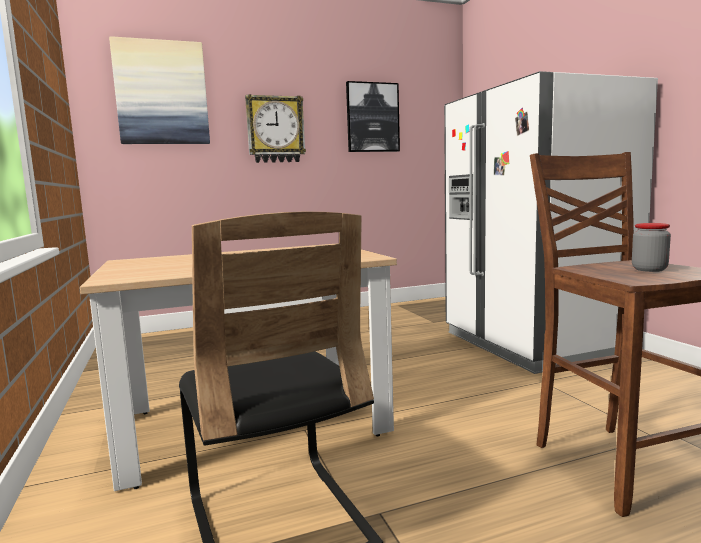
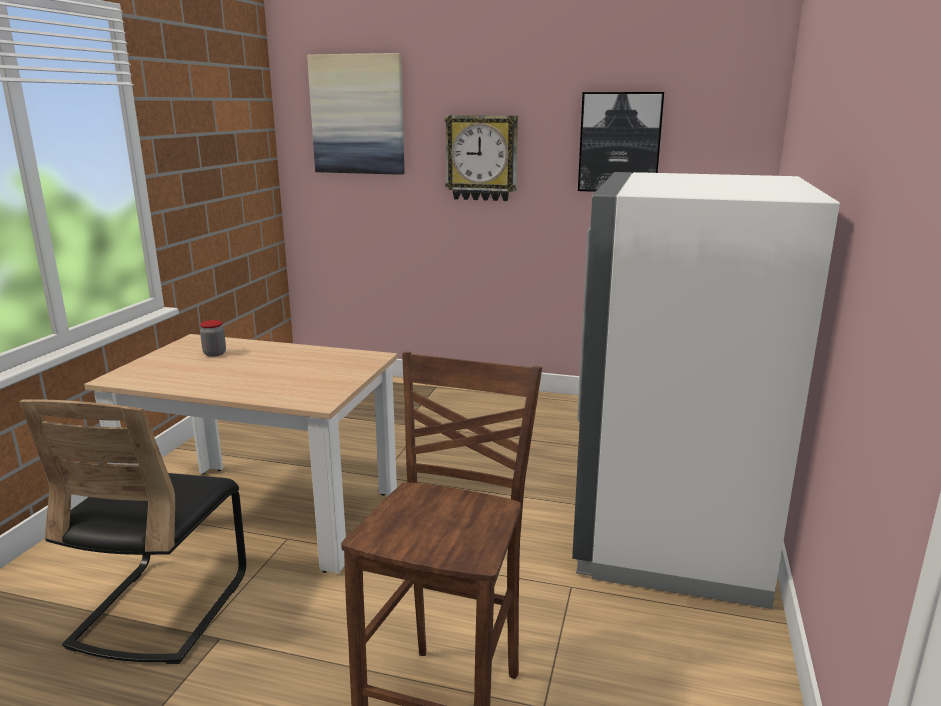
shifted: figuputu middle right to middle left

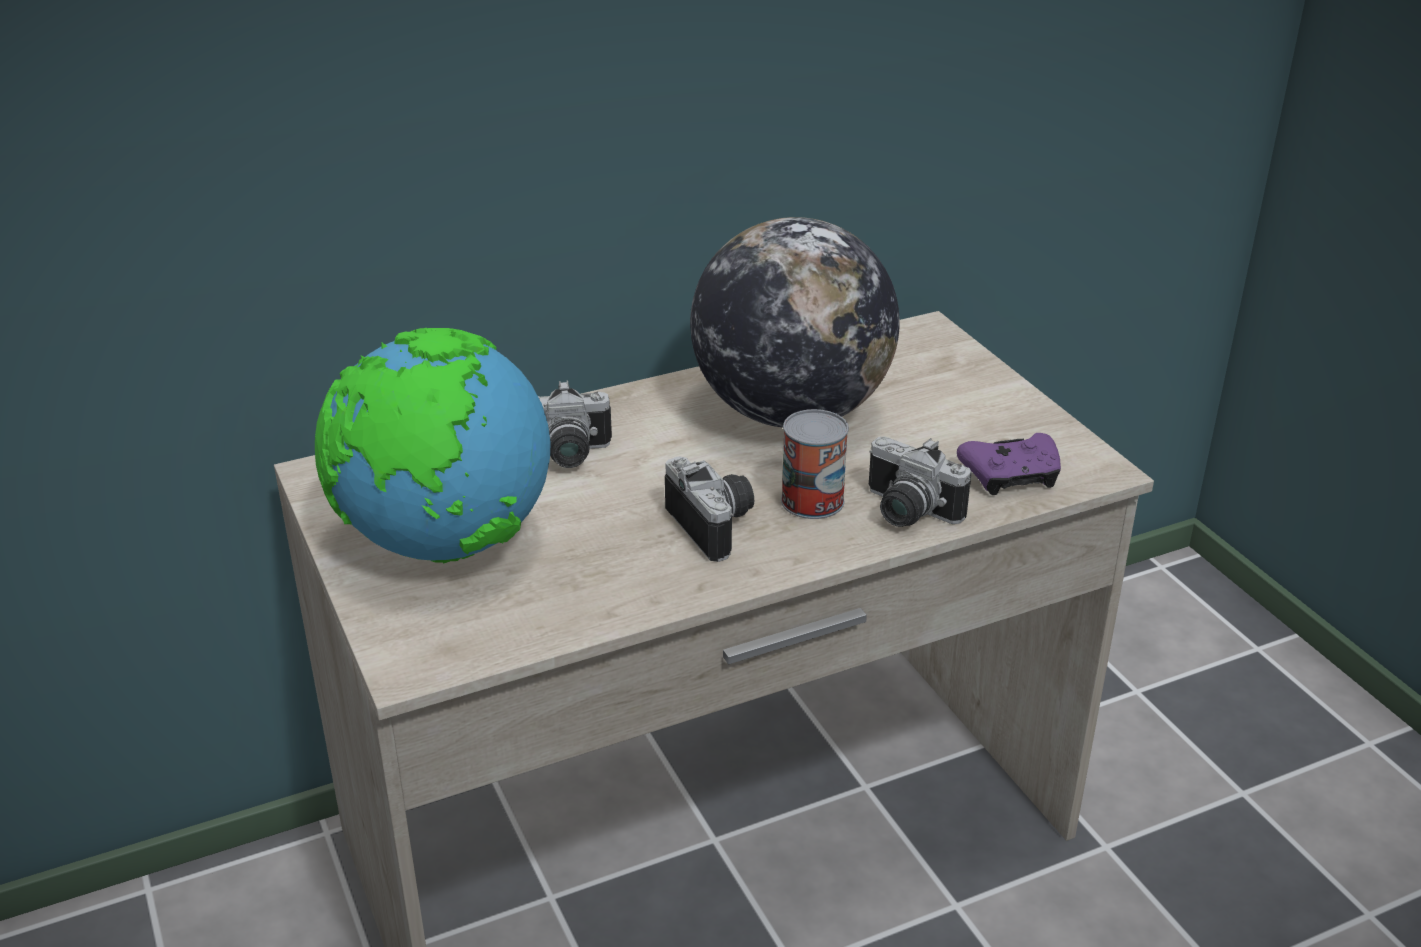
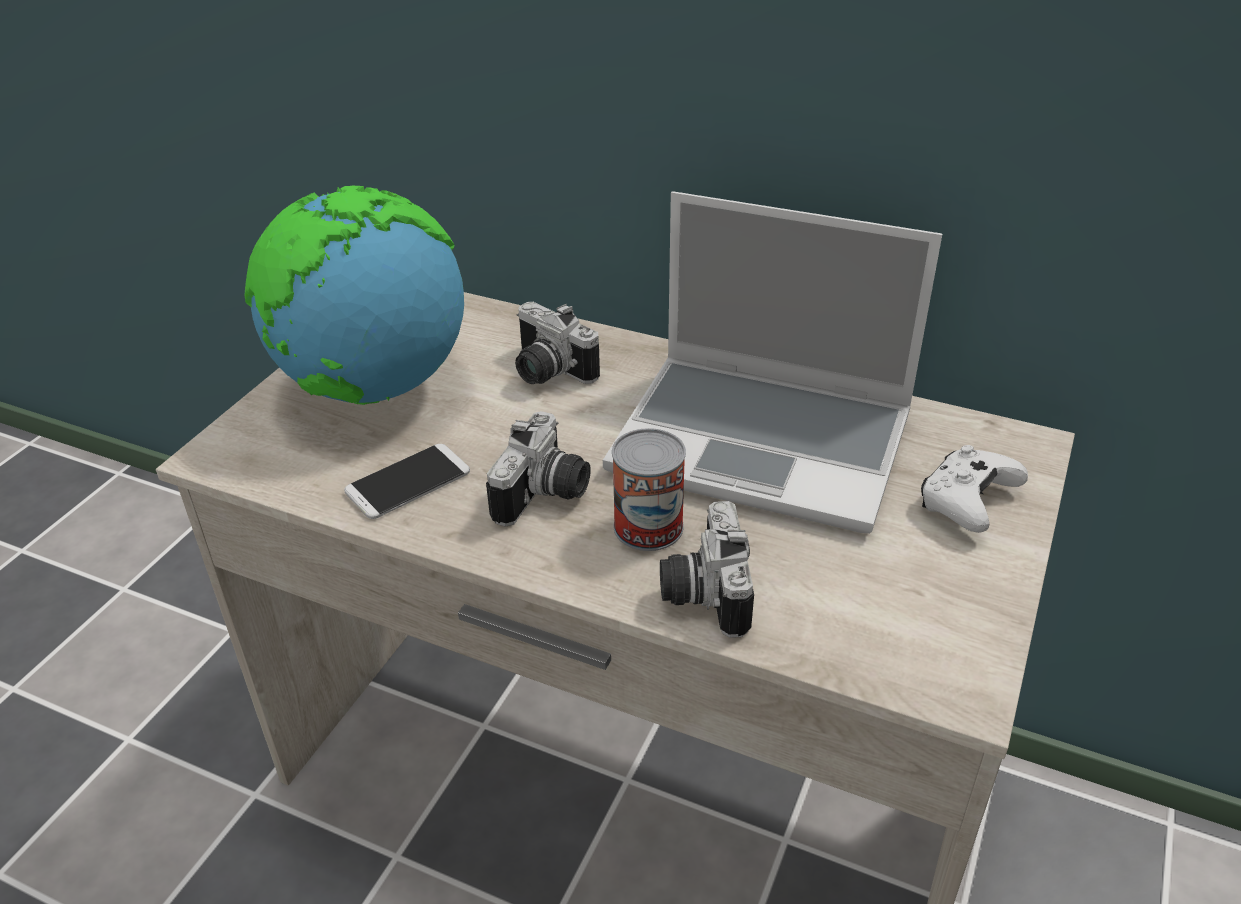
gone: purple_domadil middle right
new: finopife middle left; white_domadil middle right
swapped: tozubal (no. 2 from left) centre to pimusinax centre

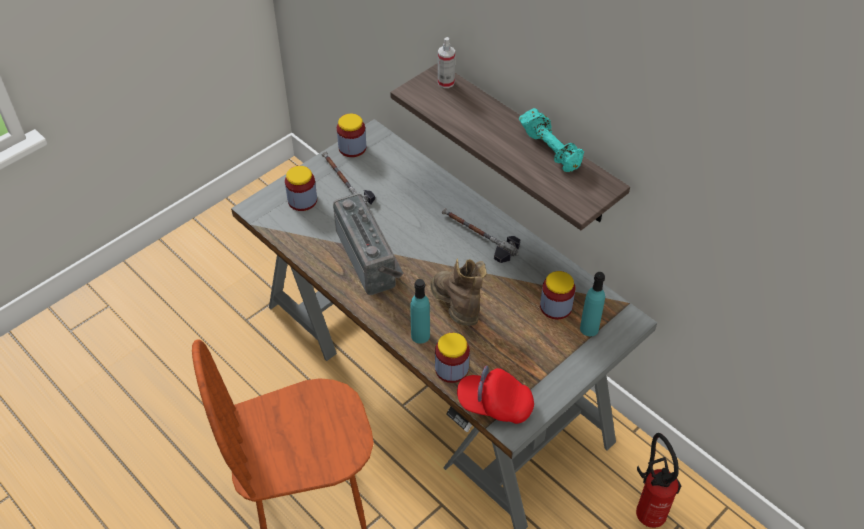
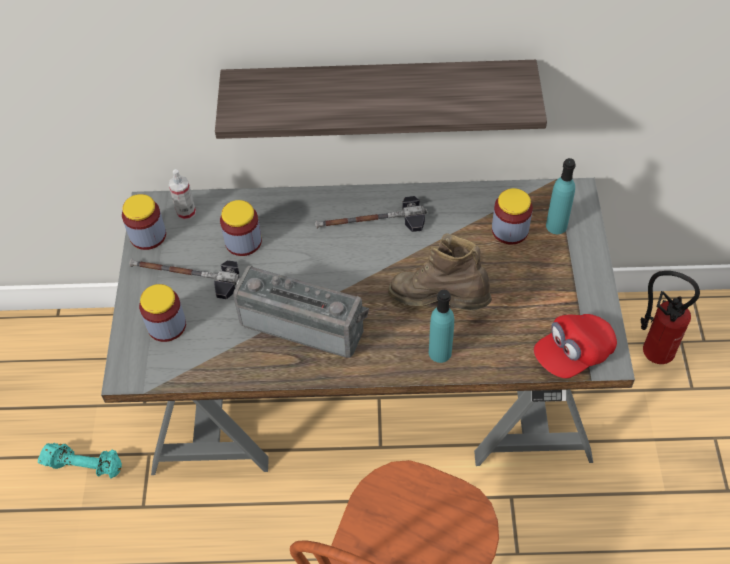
shifted: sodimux top centre to middle left; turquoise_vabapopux top centre to bottom left; figuputu (no. 3 from left) bottom centre to middle left

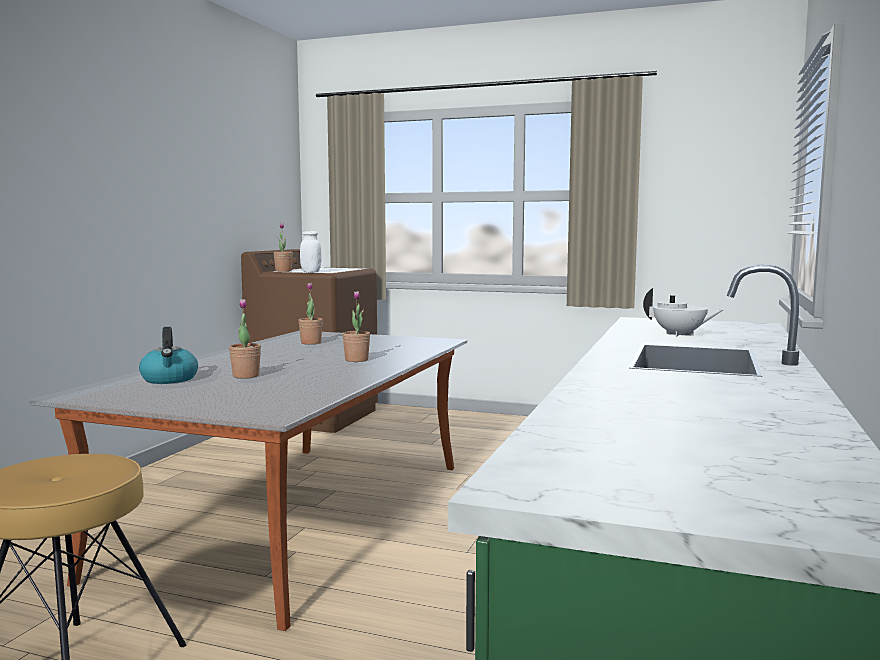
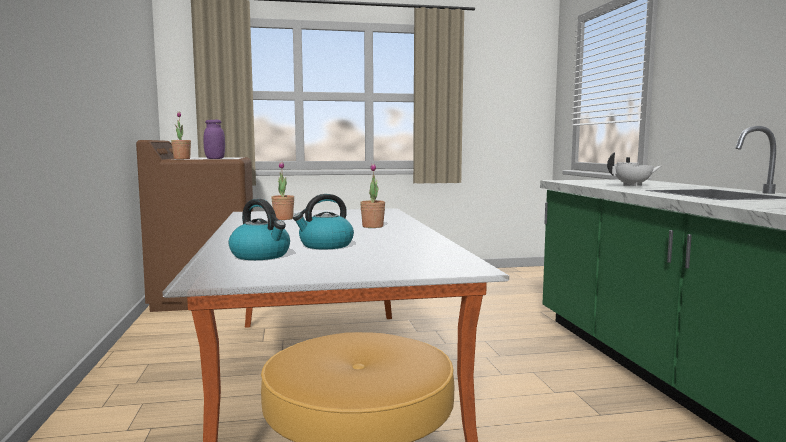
swapped: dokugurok (no. 1 from left) middle left to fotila (no. 2 from left) centre
repainted: white_figuputu centre to purple_figuputu top left

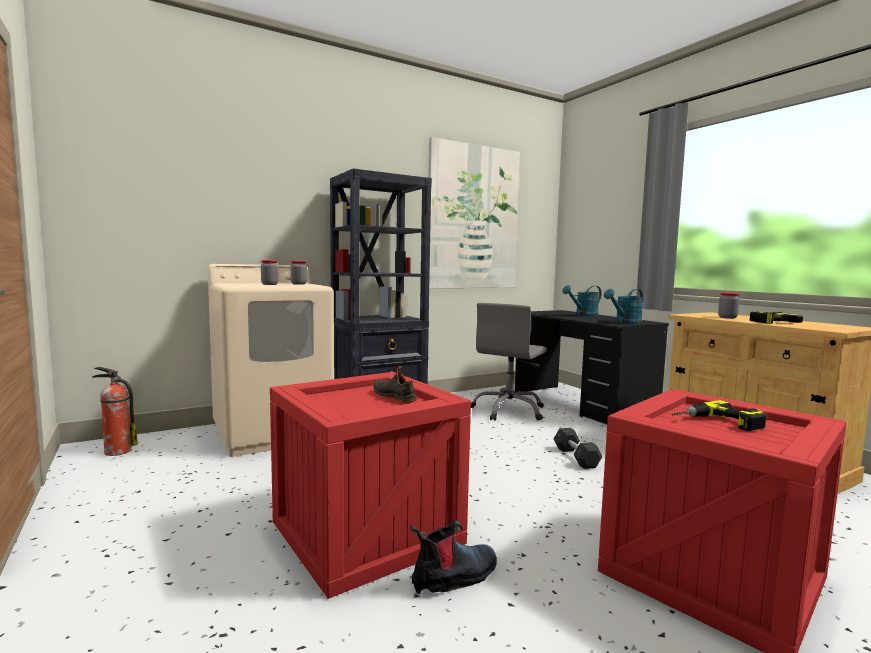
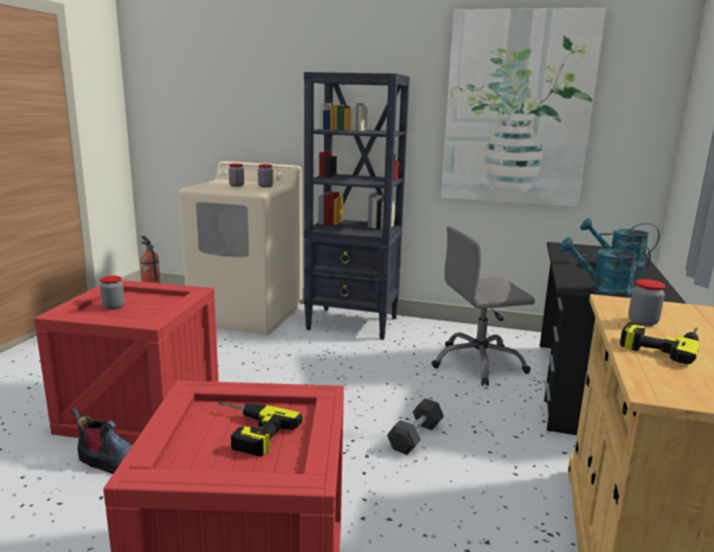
gone: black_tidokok centre
new: figuputu (no. 1 from left) middle left

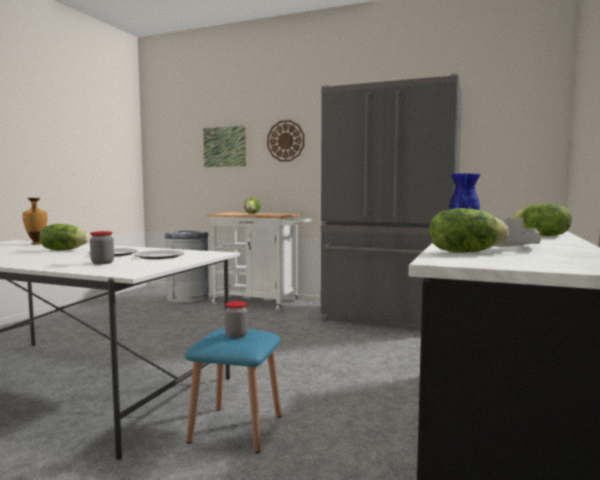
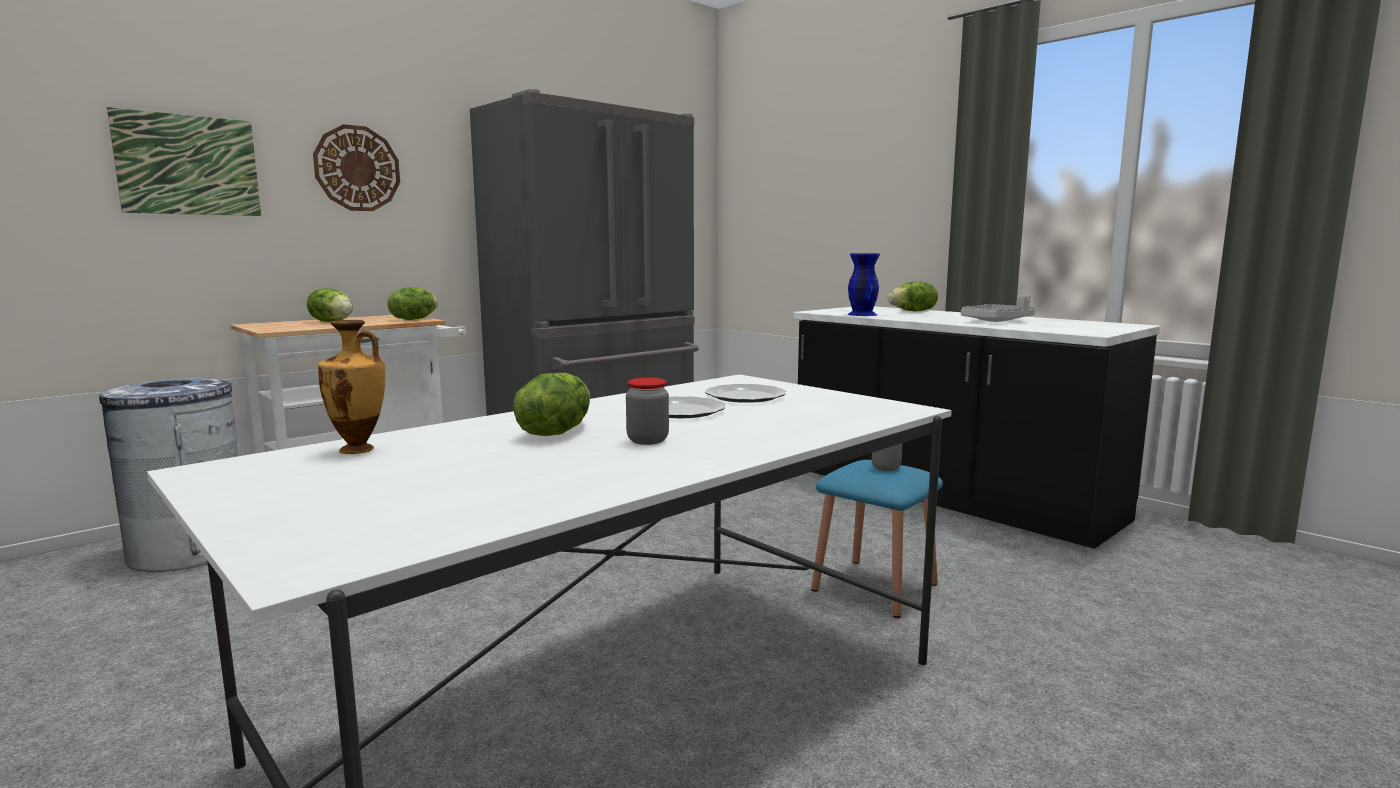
shifted: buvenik (no. 3 from left in the first image) middle right to buvenik (no. 2 from left) middle left; figuputu (no. 1 from left) middle left to centre

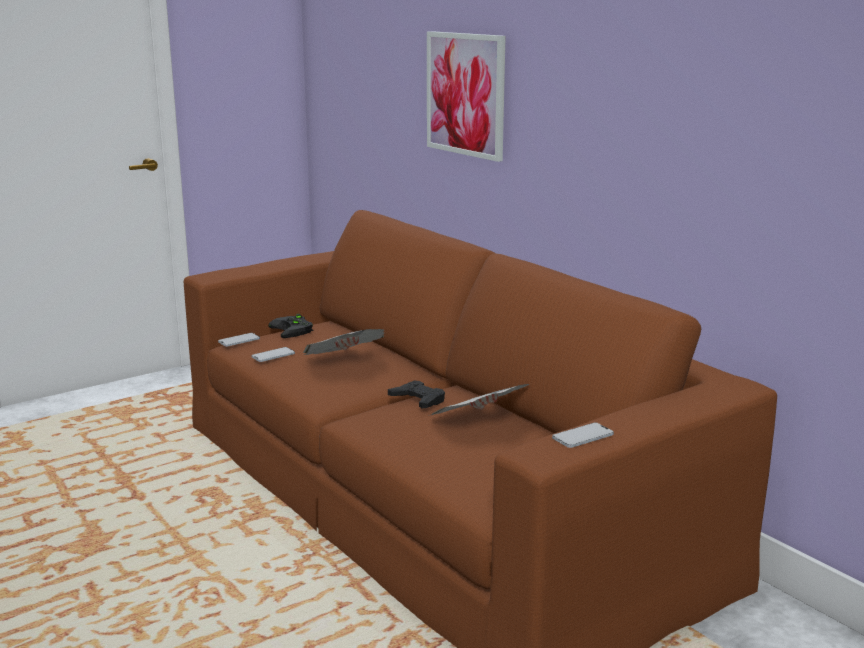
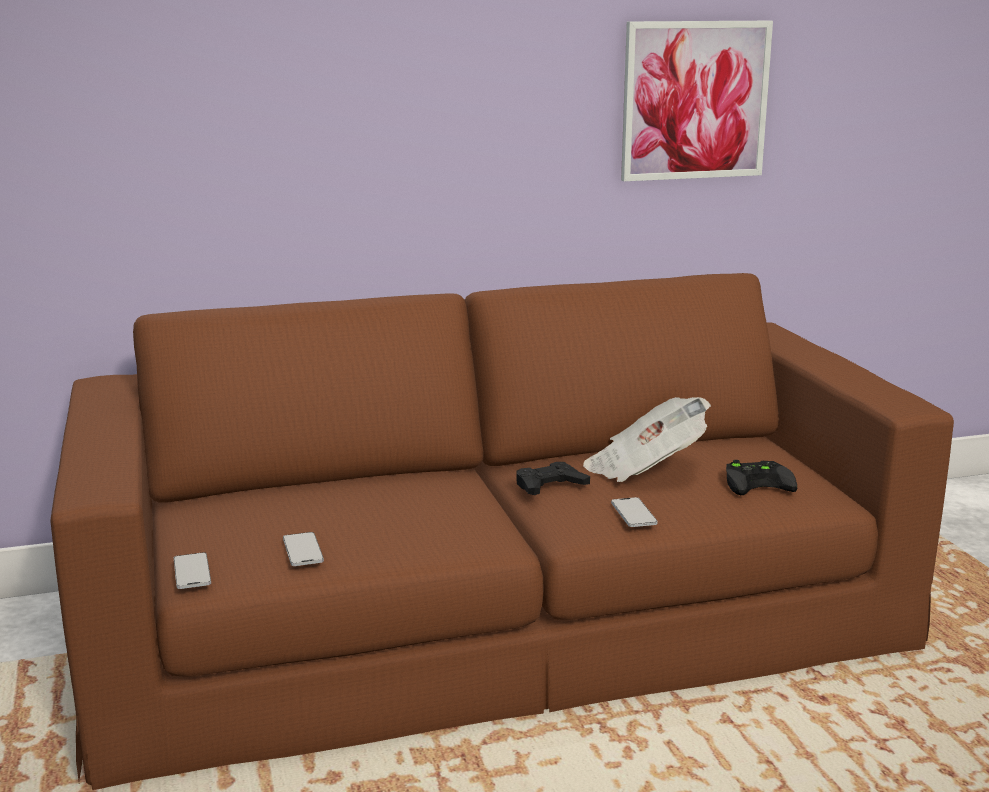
gone: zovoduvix (no. 1 from left) centre
shifted: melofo top centre to top right; black_domadil (no. 1 from left in the first image) centre to black_domadil (no. 2 from left) middle right; finopife (no. 3 from left) bottom right to centre

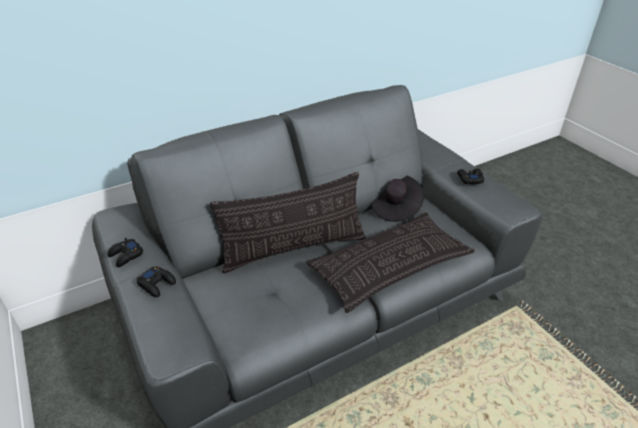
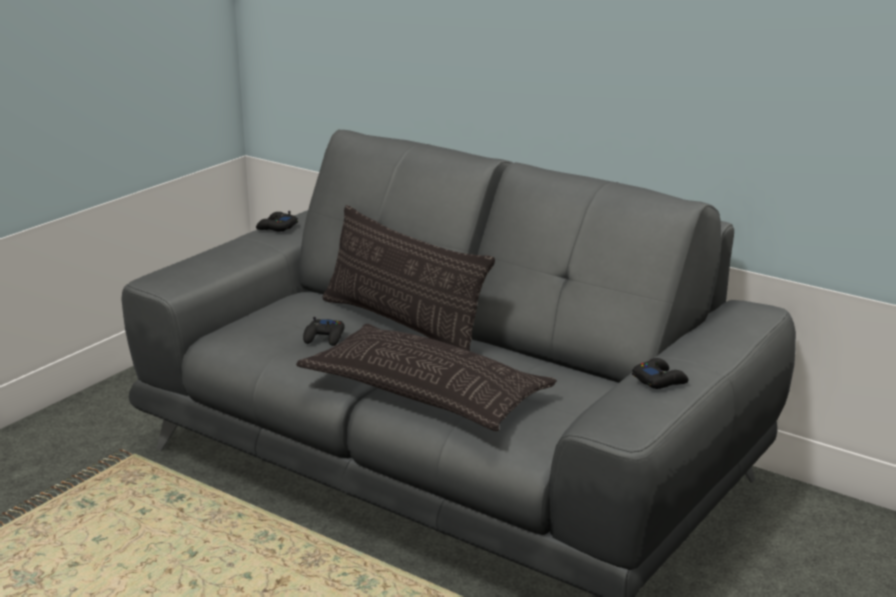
gone: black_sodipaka centre
shifted: black_domadil (no. 2 from left) middle left to centre

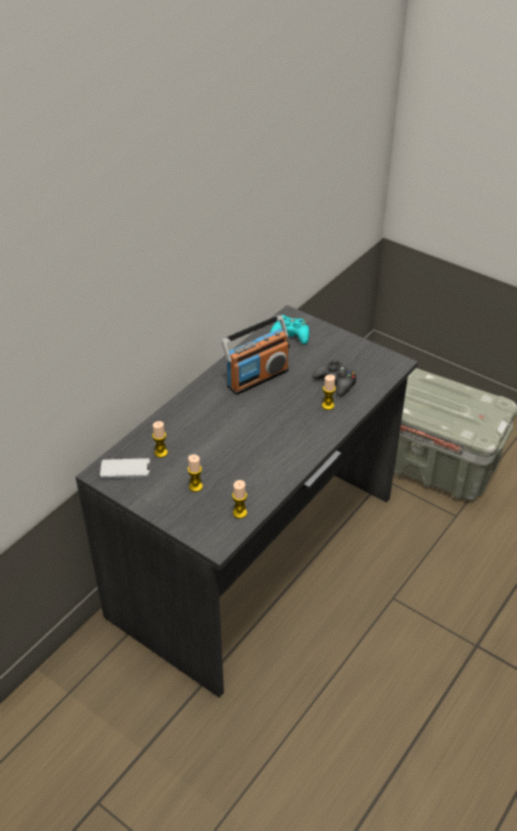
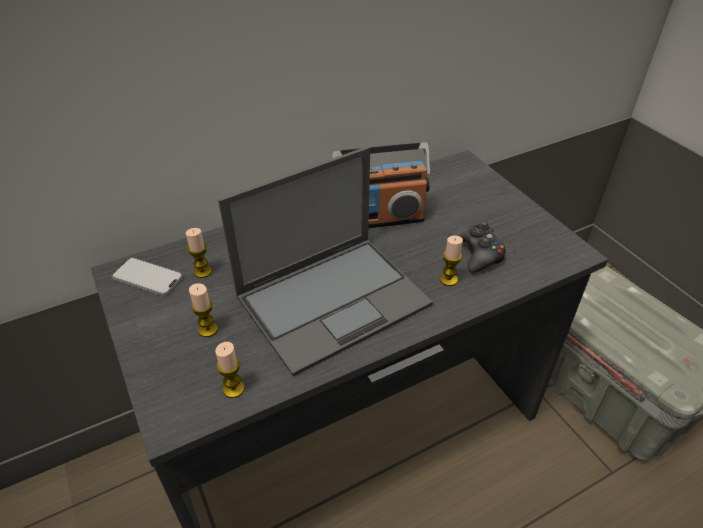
gone: turquoise_domadil centre
new: pimusinax centre

